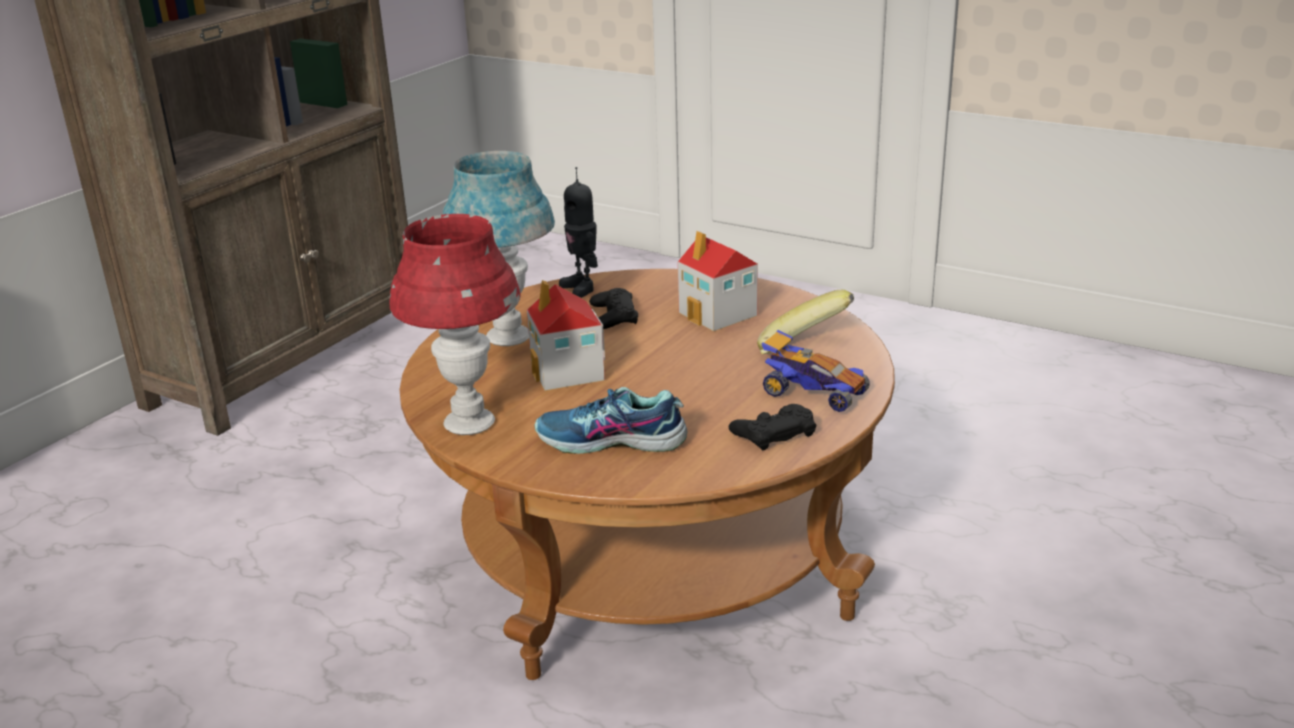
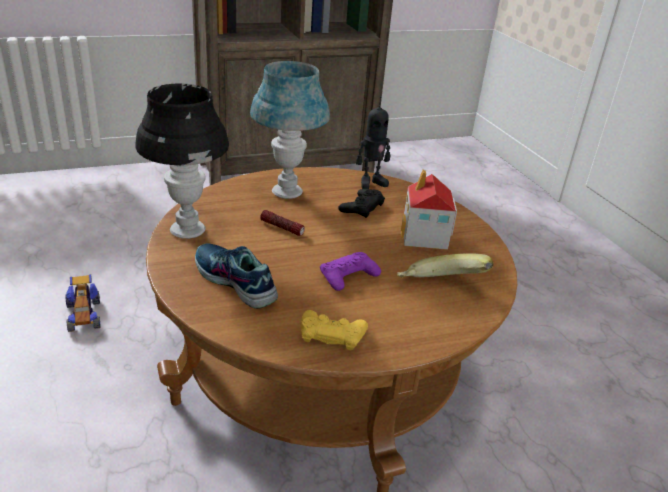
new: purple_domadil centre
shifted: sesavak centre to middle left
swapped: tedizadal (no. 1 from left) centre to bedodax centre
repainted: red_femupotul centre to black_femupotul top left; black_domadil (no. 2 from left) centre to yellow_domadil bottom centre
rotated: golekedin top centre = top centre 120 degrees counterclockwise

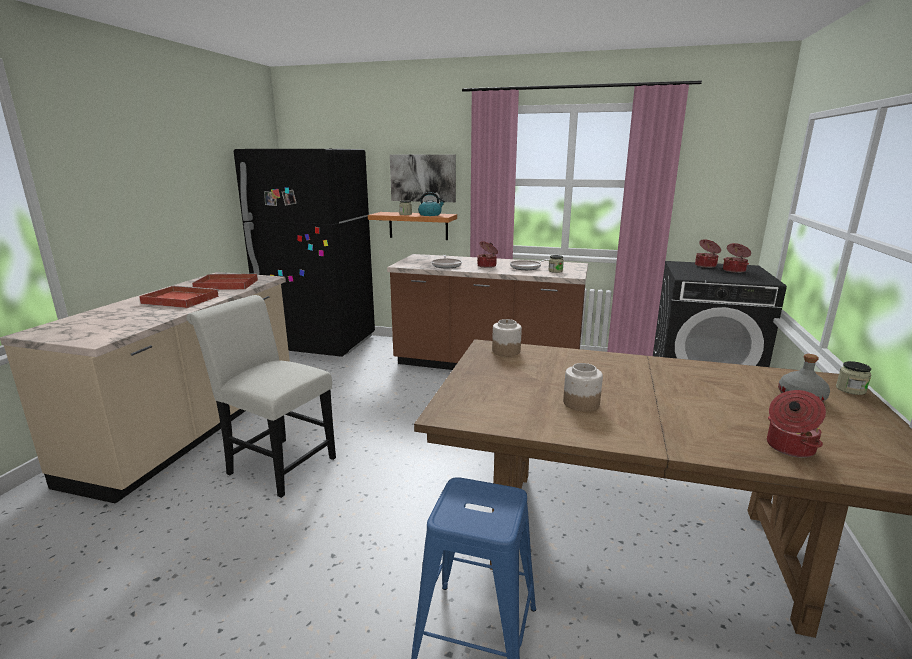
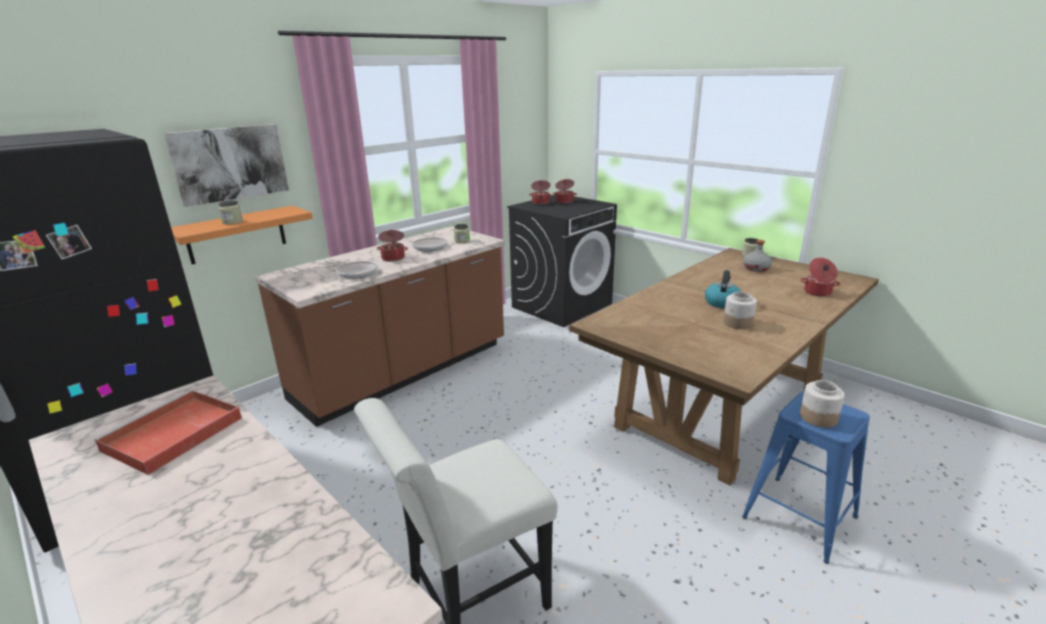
gone: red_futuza (no. 1 from left) middle left
shifted: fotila top centre to middle right; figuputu (no. 2 from left in the first image) centre to figuputu (no. 5 from left) middle right

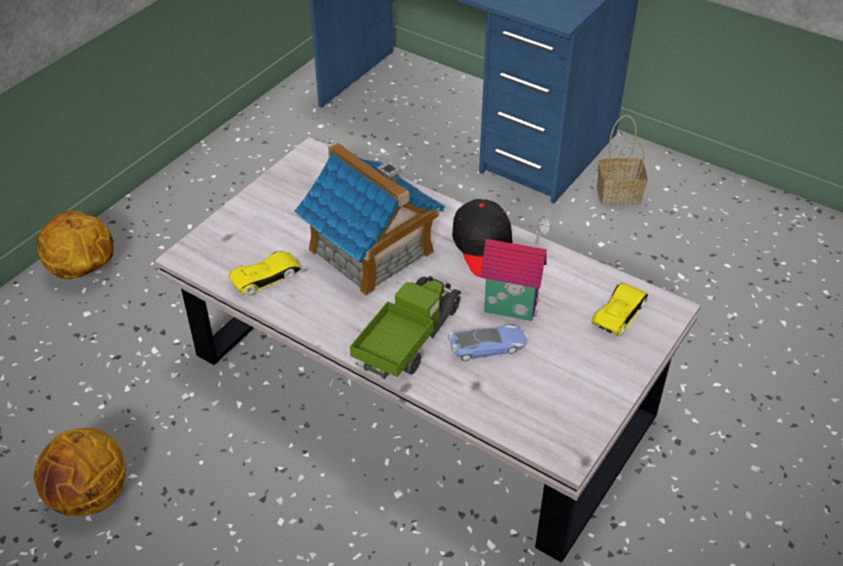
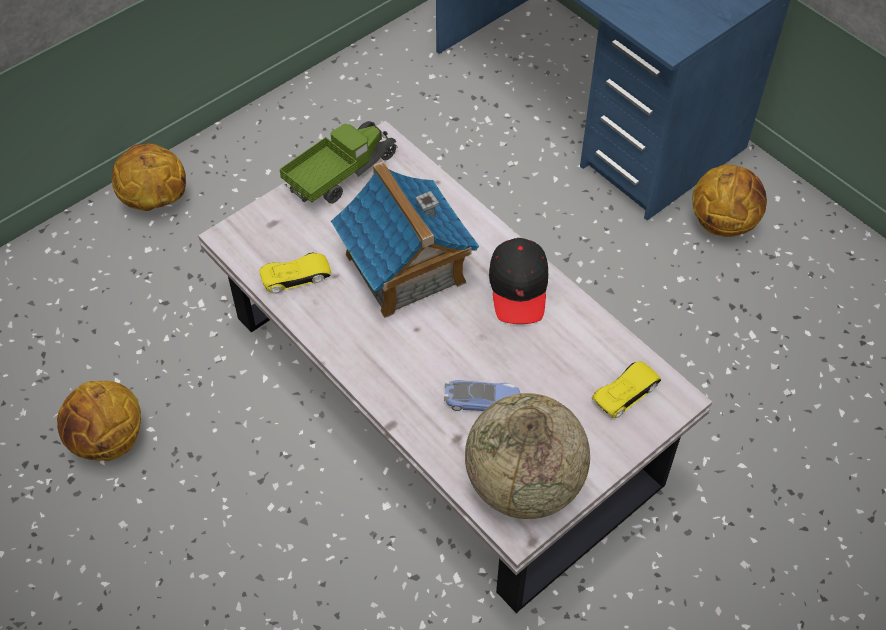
gone: tedizadal (no. 2 from left) centre
new: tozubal bottom centre
shifted: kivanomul centre to top centre
swapped: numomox top right to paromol (no. 3 from left) top right

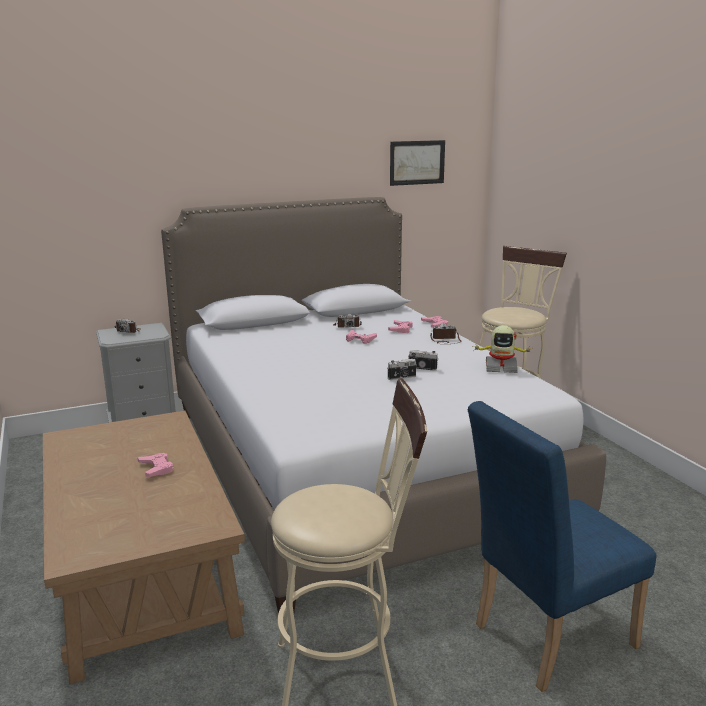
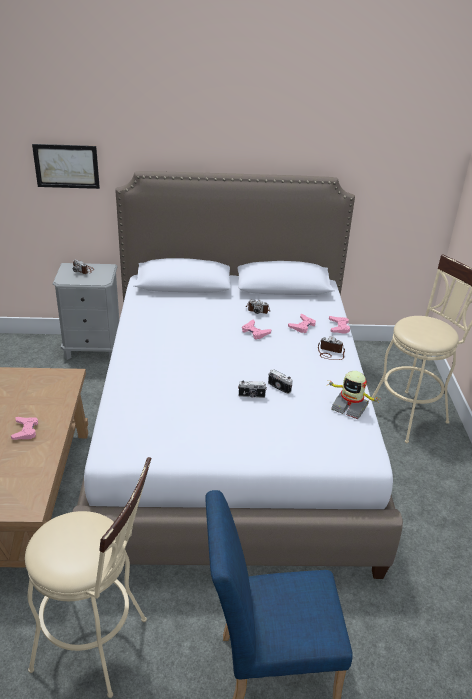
shifted: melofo top centre to top left

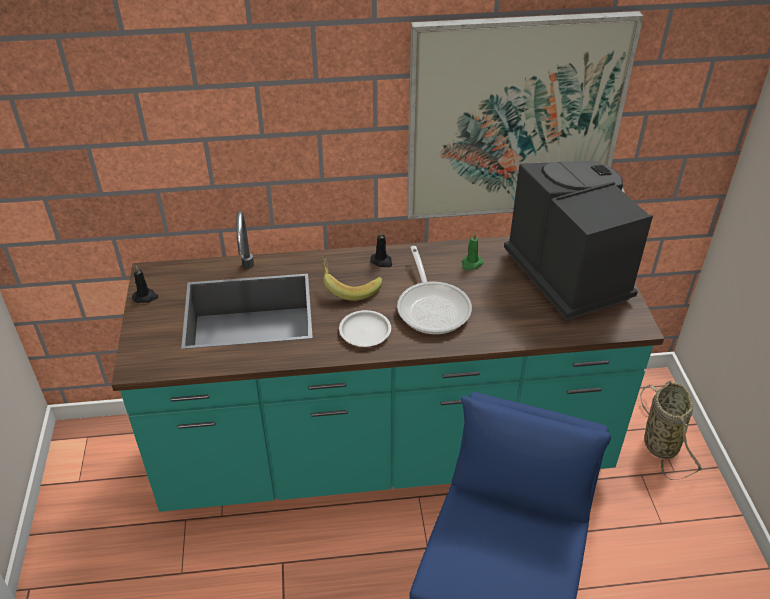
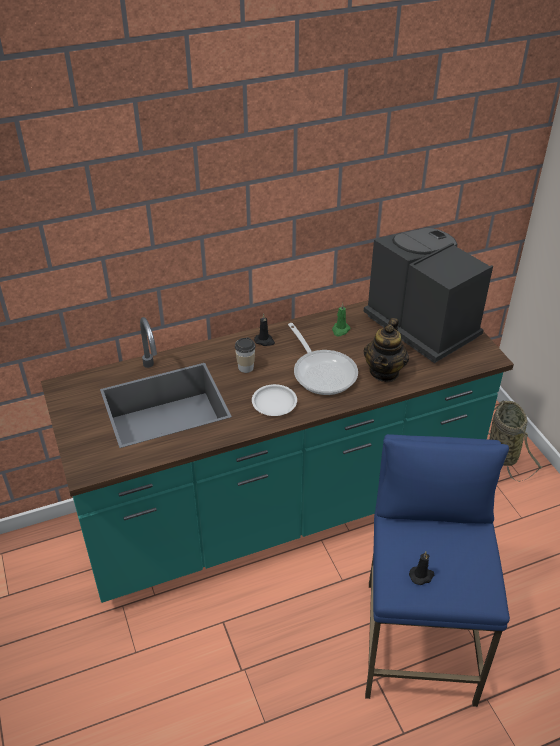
gone: melofo top right
new: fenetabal middle right
shifted: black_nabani (no. 1 from left in the first image) middle left to black_nabani (no. 2 from left) bottom right
swapped: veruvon centre to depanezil centre

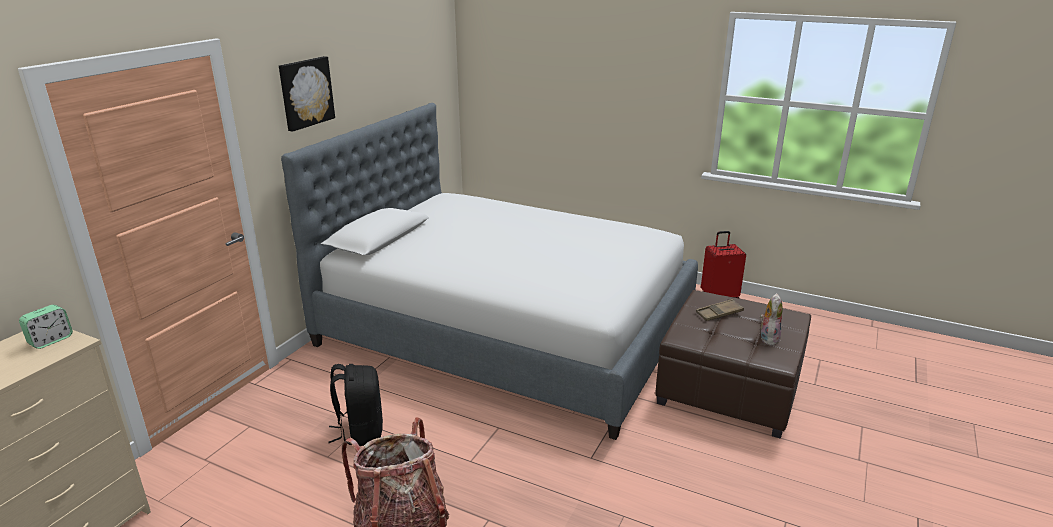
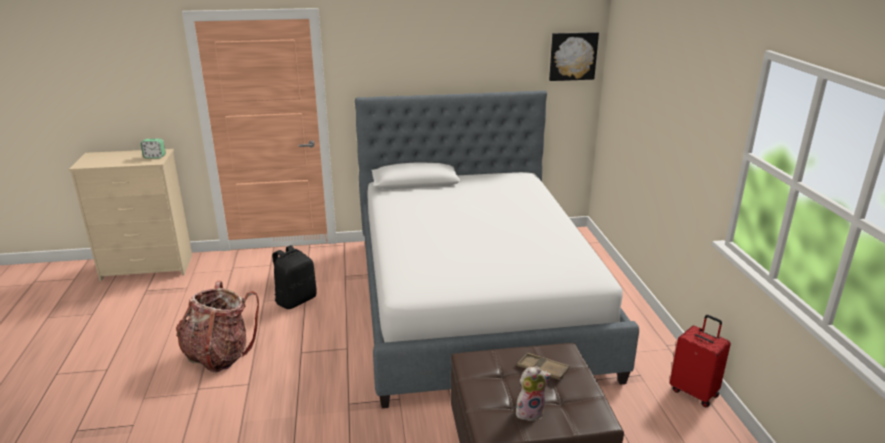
shifted: melofo top left to top centre

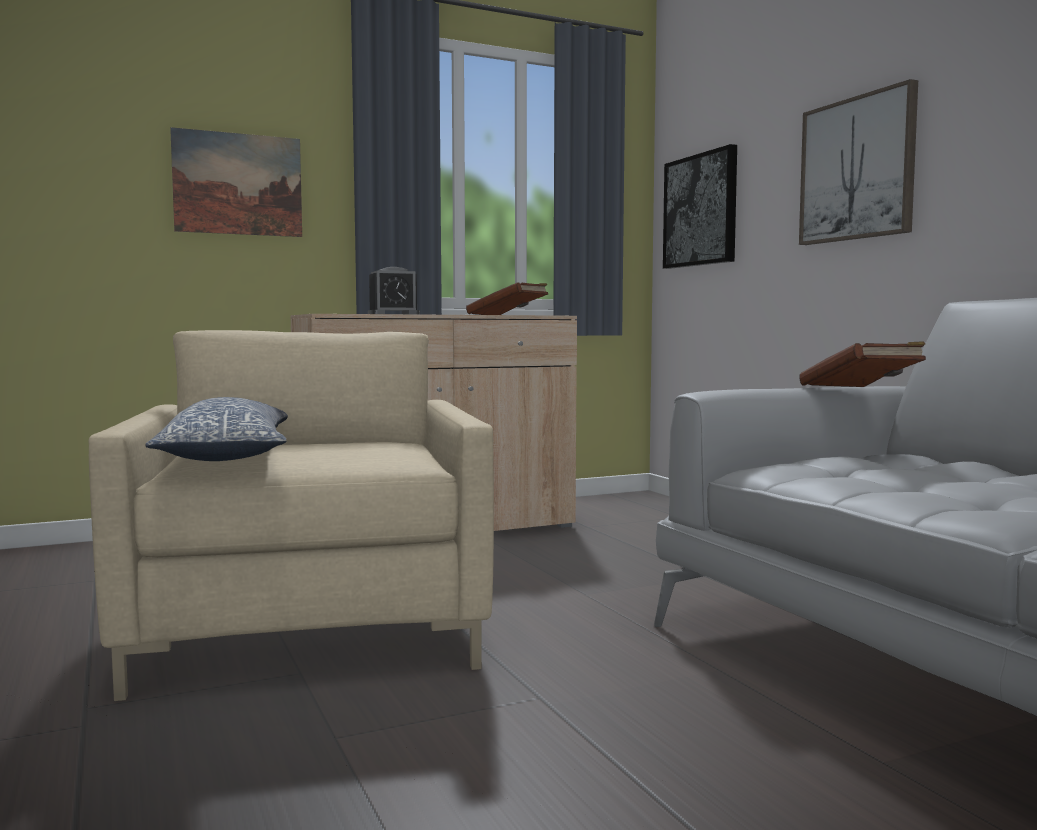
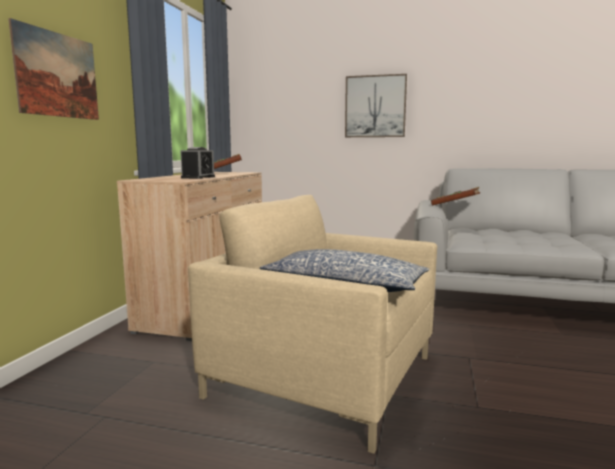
gone: melofo (no. 2 from left) top right

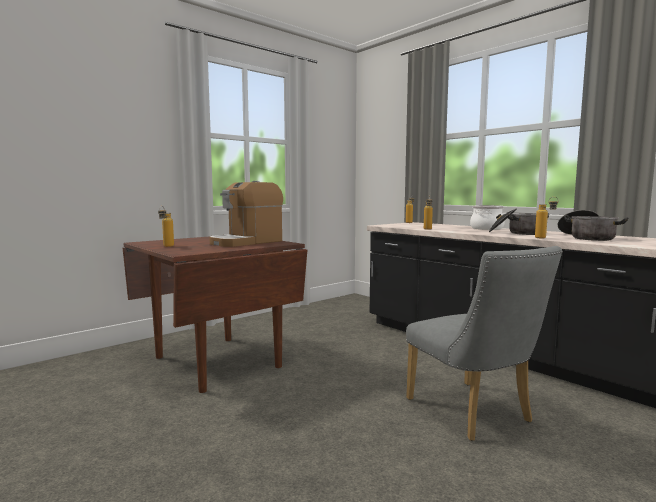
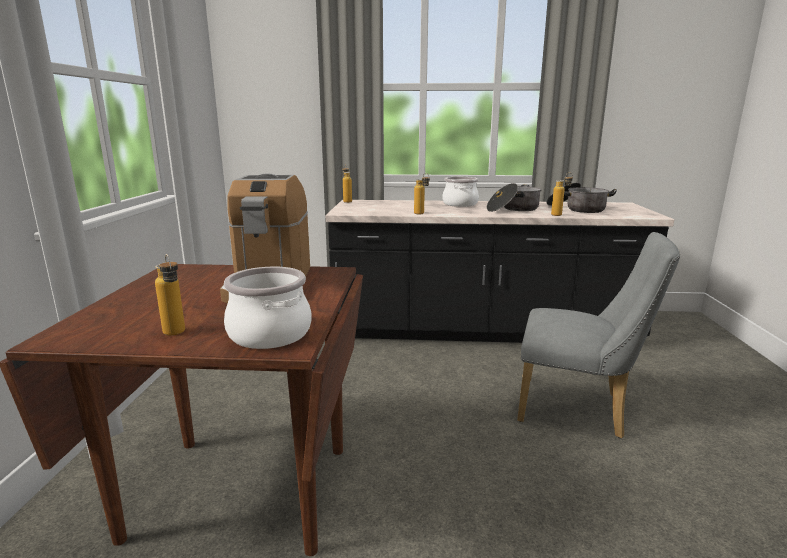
new: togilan (no. 1 from left) centre

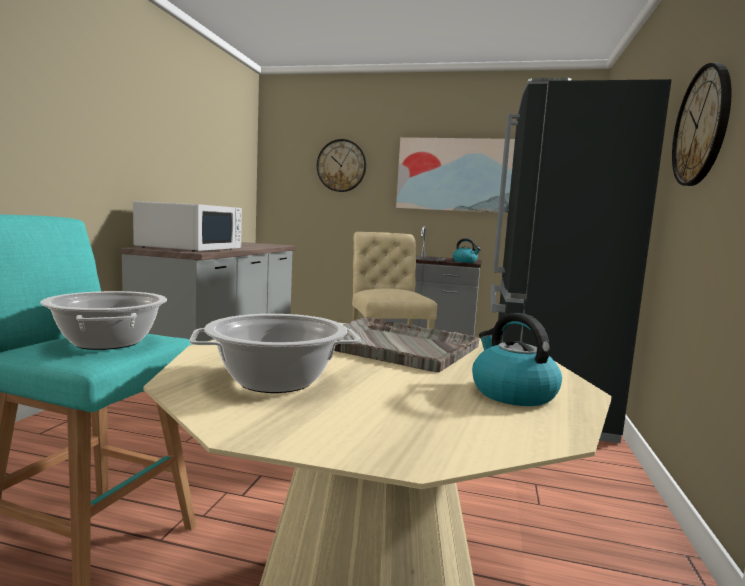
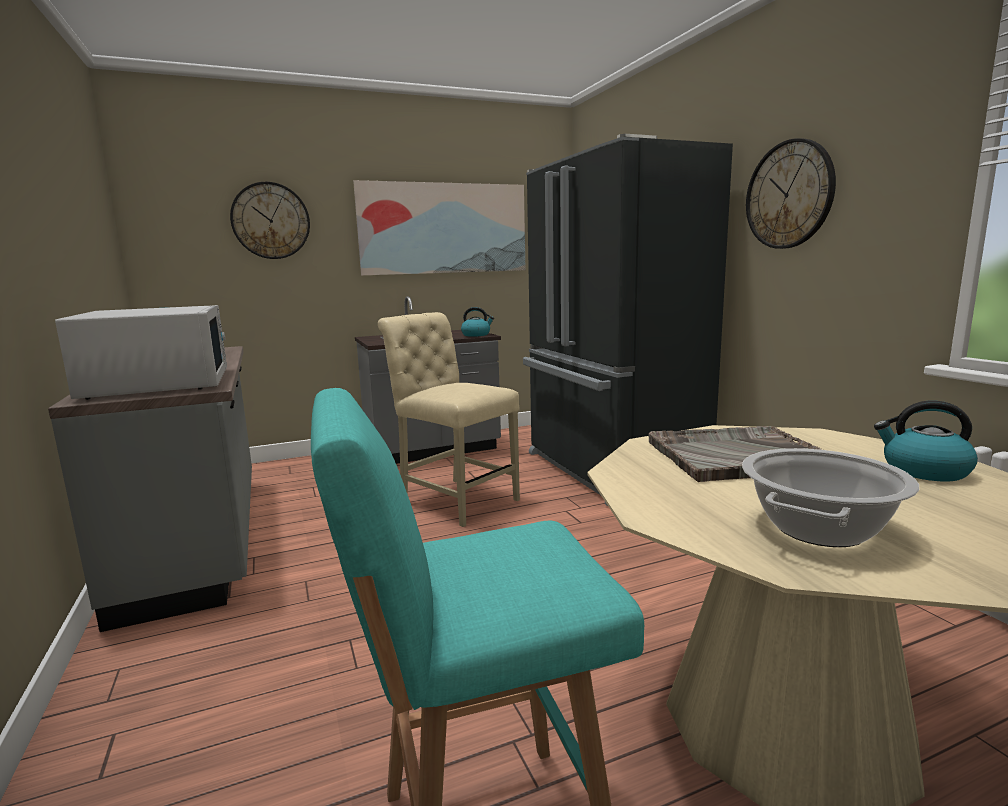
gone: togilan (no. 1 from left) middle left

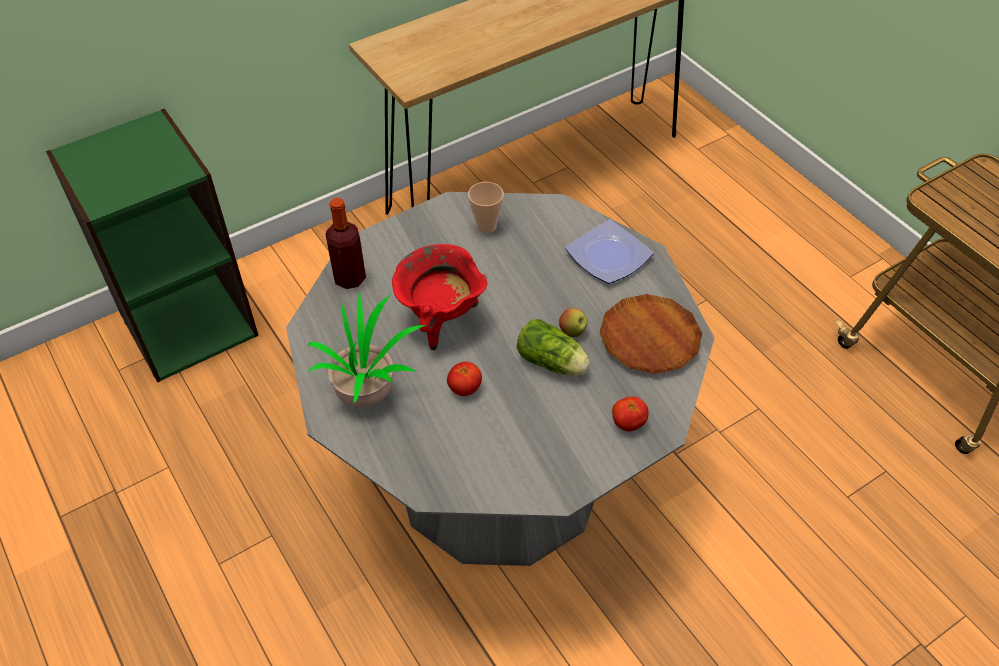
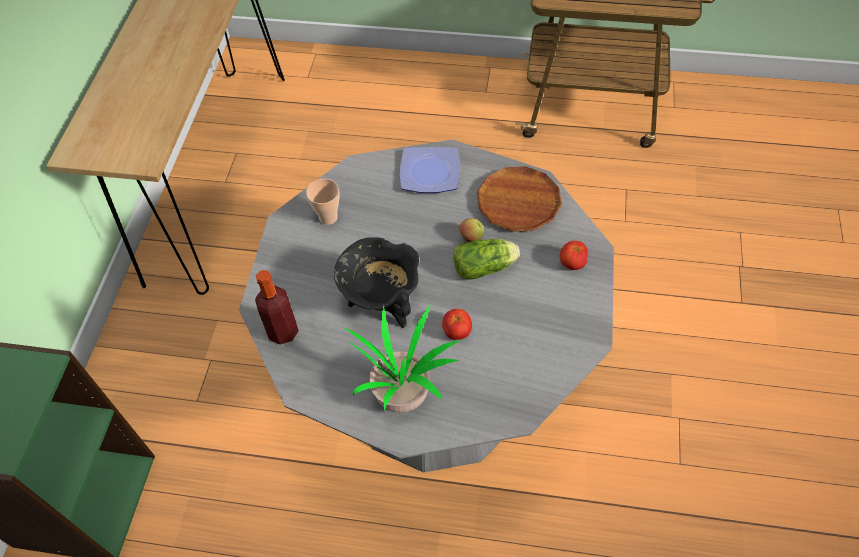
repainted: red_togilan centre to black_togilan centre

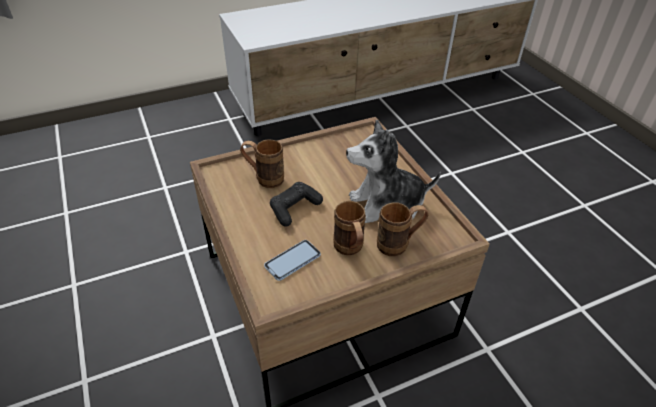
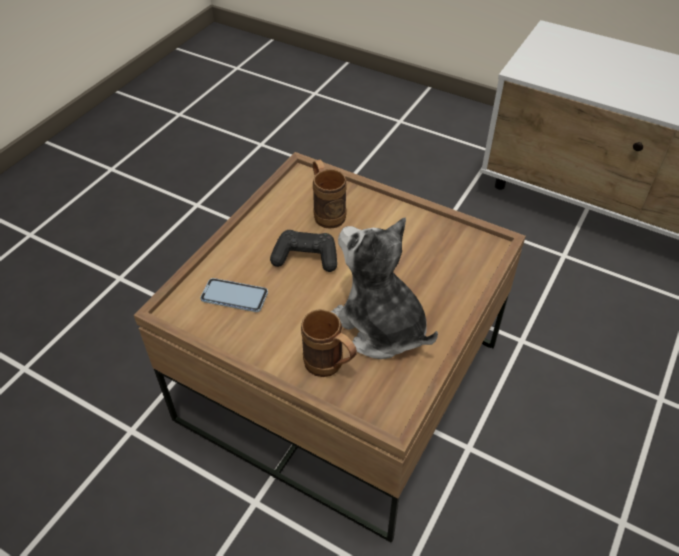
gone: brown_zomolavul (no. 2 from left) centre

